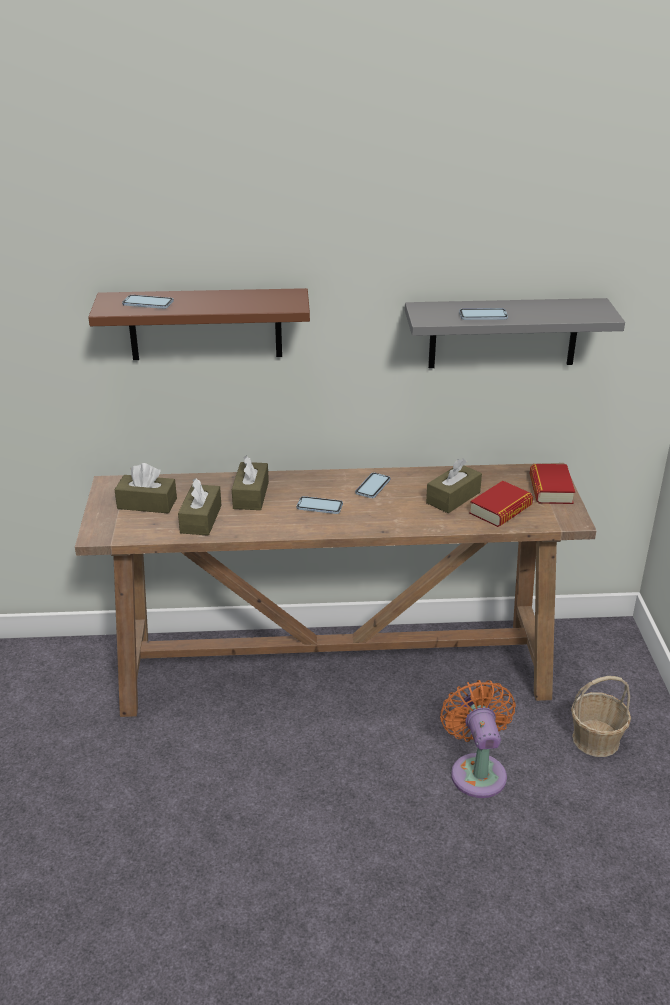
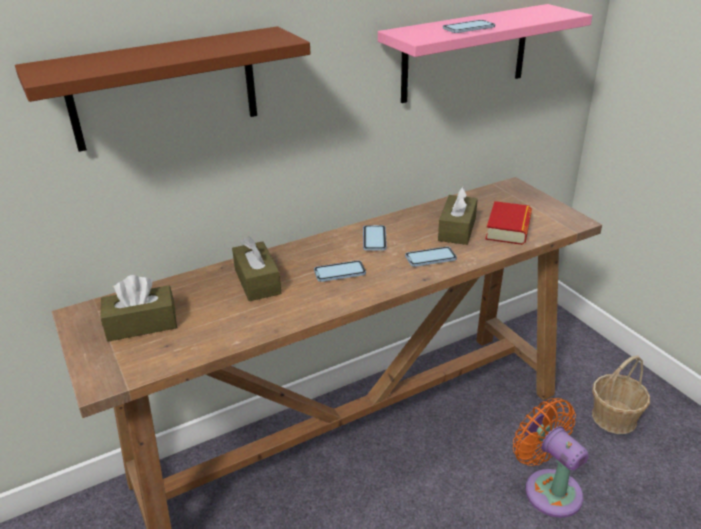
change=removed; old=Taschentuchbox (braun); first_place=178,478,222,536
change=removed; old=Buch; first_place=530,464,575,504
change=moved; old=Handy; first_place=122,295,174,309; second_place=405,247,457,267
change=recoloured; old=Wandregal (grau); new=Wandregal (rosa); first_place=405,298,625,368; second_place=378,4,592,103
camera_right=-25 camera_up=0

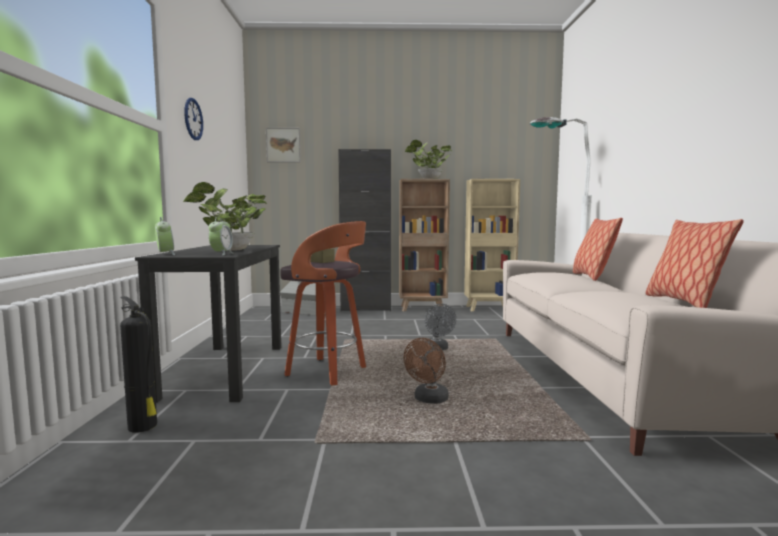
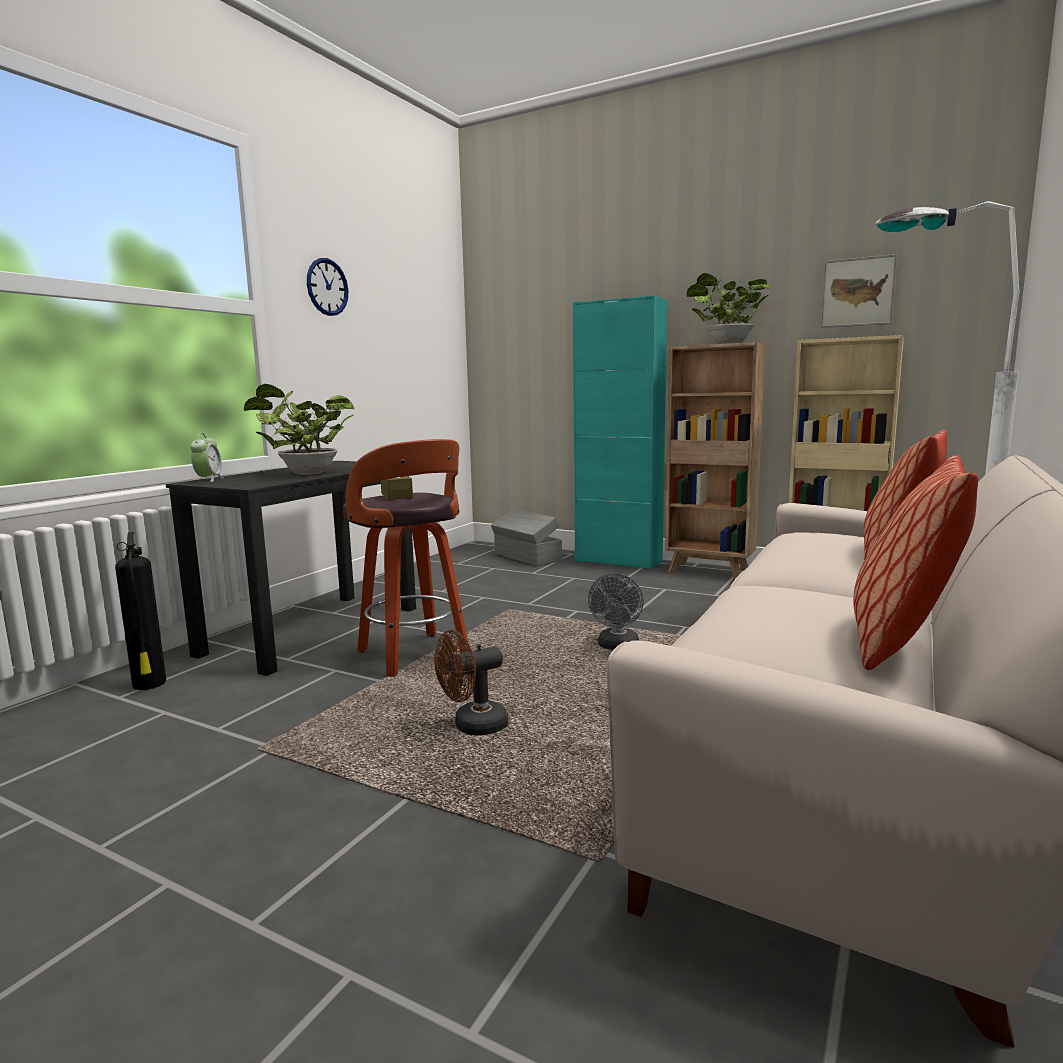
change=removed; old=Wecker; first_place=209,217,233,255
change=moved; old=Bild; first_place=266,128,301,162; second_place=821,254,897,328
change=recoloured; old=Schrank (schwarz); new=Schrank (türkis); first_place=338,149,391,311; second_place=573,296,667,570
camera_right=30 camera_up=5

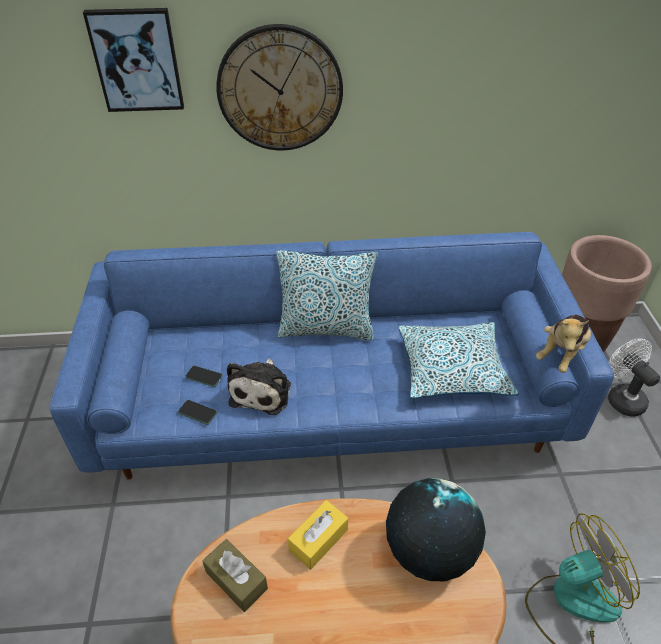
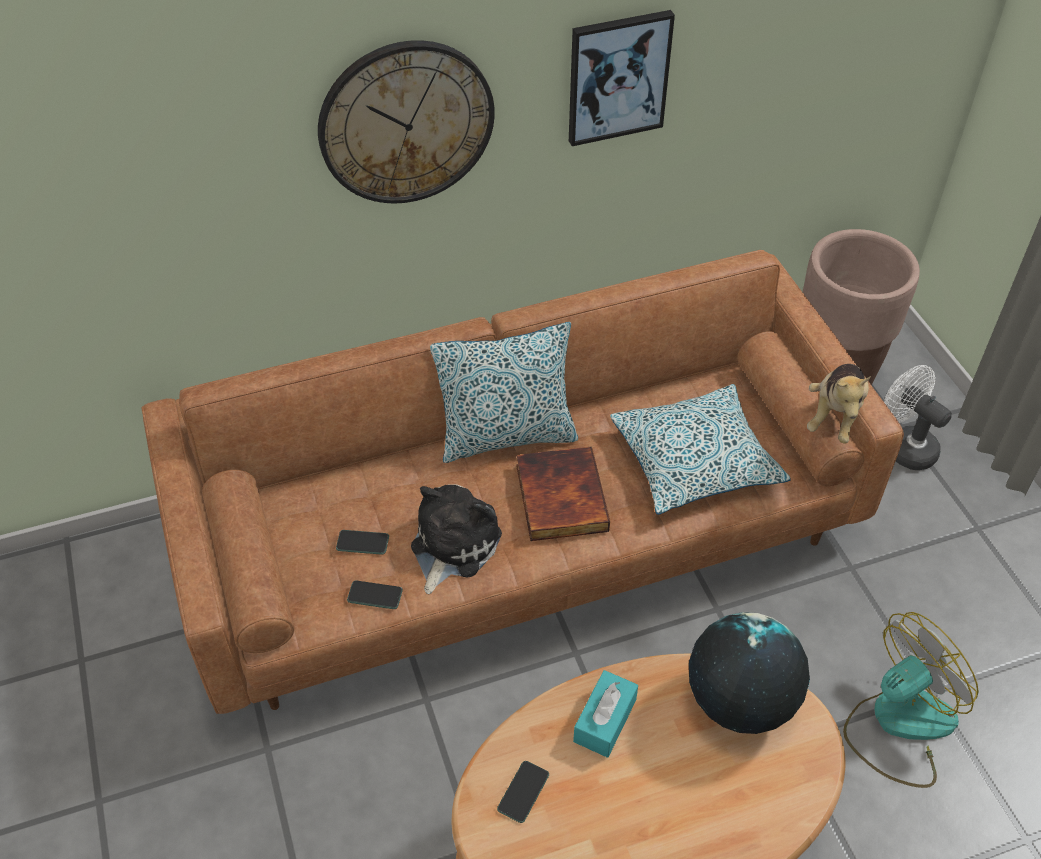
change=added; new=Buch; second_place=516,447,610,541
change=moved; old=Bild; first_place=83,8,184,112; second_place=569,10,675,146
change=replaced; old=Taschentuchbox (braun); new=Handy; first_place=202,539,268,612; second_place=497,761,549,823
change=recoloured; old=Sofa (blau); new=Sofa (braun); first_place=50,232,614,480; second_place=141,250,904,714
change=recoloured; old=Taschentuchbox (gelb); new=Taschentuchbox (türkis); first_place=288,500,348,570; second_place=573,670,638,758
change=turned; old=Plüschtier; first_place=227,359,291,415; second_place=411,484,502,594; degrees=-150
camera_right=-15 camera_up=5

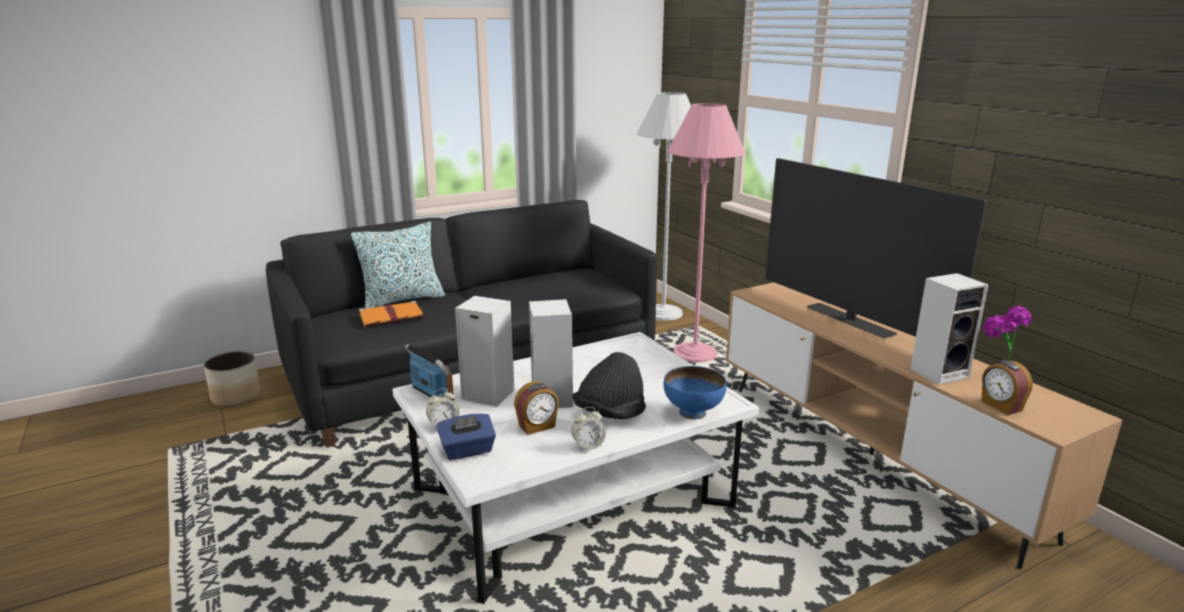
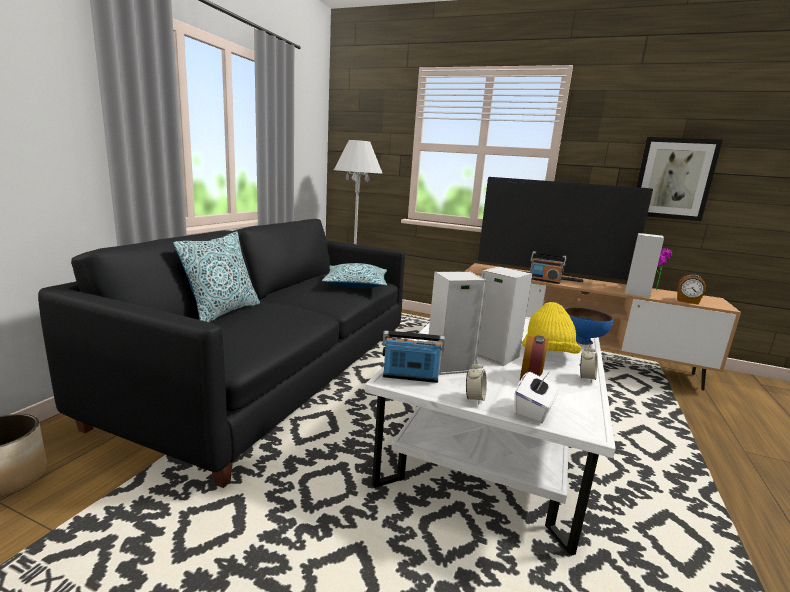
change=removed; old=Buch (orange); first_place=359,301,423,327
change=removed; old=Stehlampe (rosa); first_place=668,103,745,363
change=added; new=Kissen; second_place=322,263,387,288
change=added; new=Radio; second_place=530,251,567,284
change=added; new=Bild; second_place=636,137,723,221
change=recoloured; old=Taschentuchbox (blau); new=Taschentuchbox (weiß); first_place=436,413,496,460; second_place=514,372,559,424
change=recoloured; old=Hut (schwarz); new=Hut (gelb); first_place=573,352,646,419; second_place=522,302,581,354
camera_right=-40 camera_up=-5

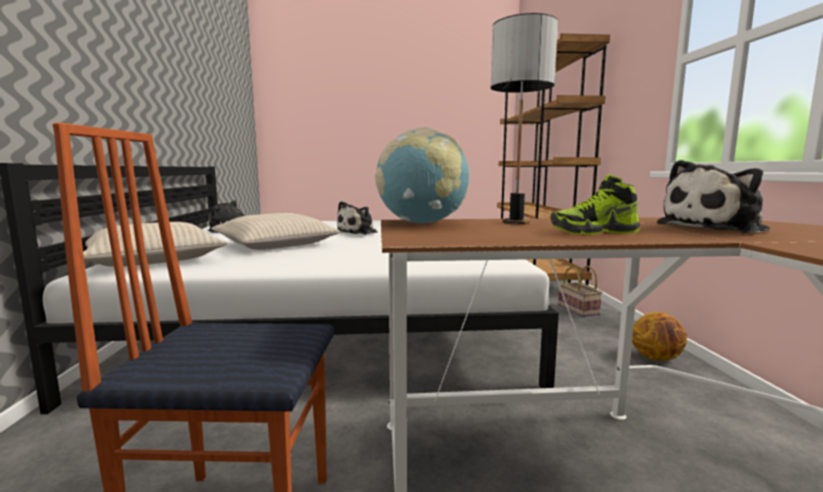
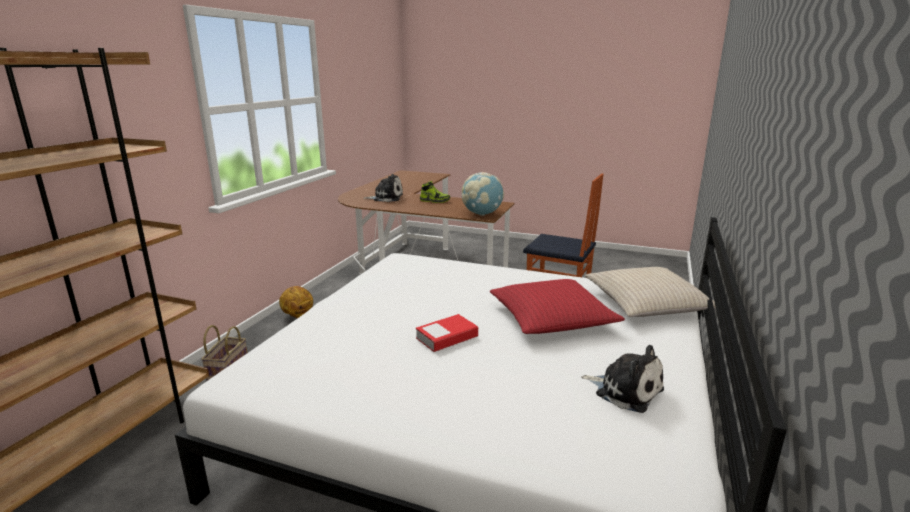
change=removed; old=Tischlampe; first_place=491,13,558,224
change=replaced; old=Plüschtier; new=Buch; first_place=337,201,378,235; second_place=416,314,478,352
change=recoloured; old=Kissen (beige); new=Kissen (rot); first_place=211,213,340,250; second_place=490,279,625,334
camera_right=-155 camera_up=10

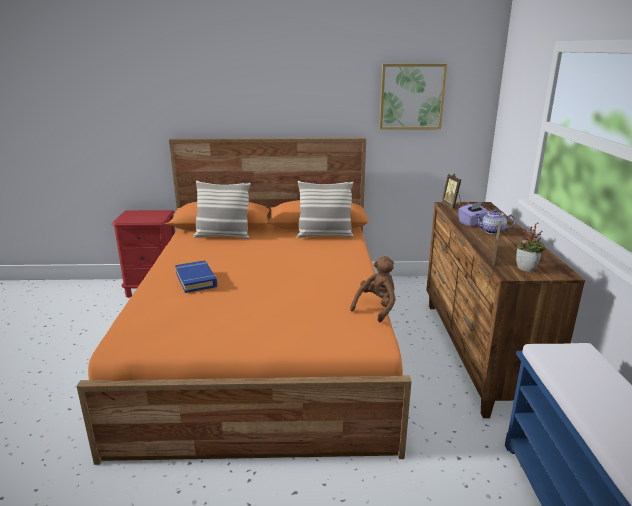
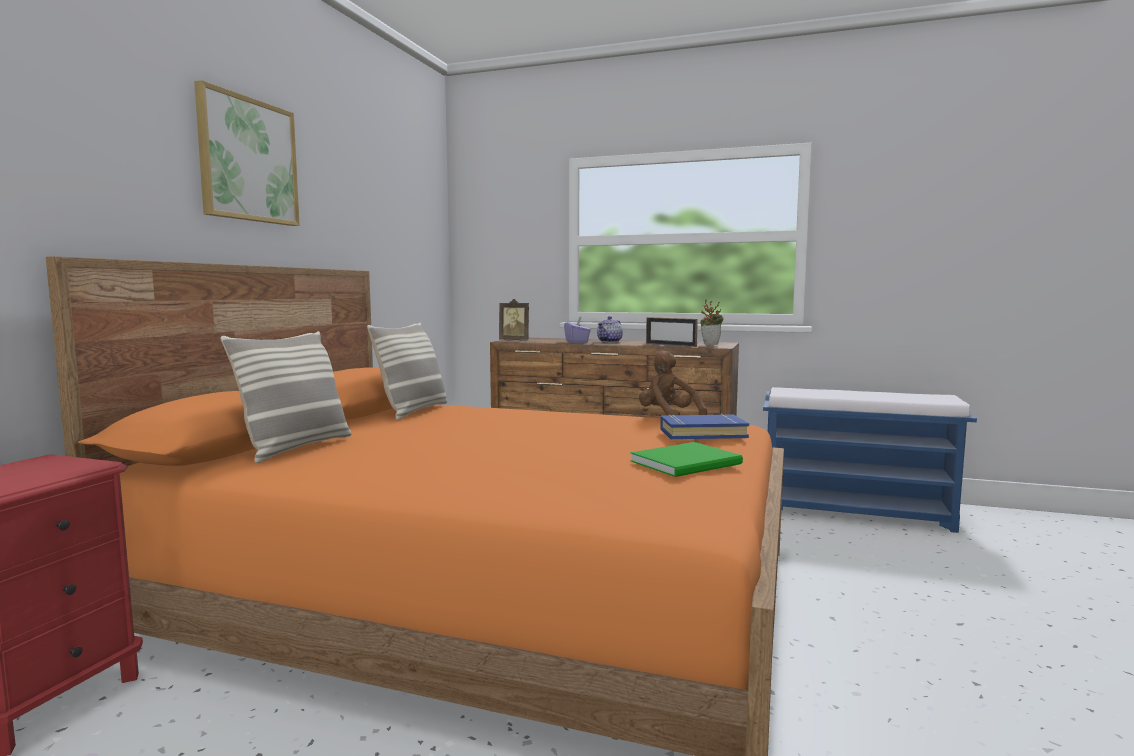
change=added; new=Buch (grün); second_place=630,442,743,477
change=moved; old=Buch (blau); first_place=175,261,217,293; second_place=660,414,749,440
change=moved; old=Bild; first_place=379,64,447,130; second_place=194,80,300,226
camera_right=-70 camera_up=-15

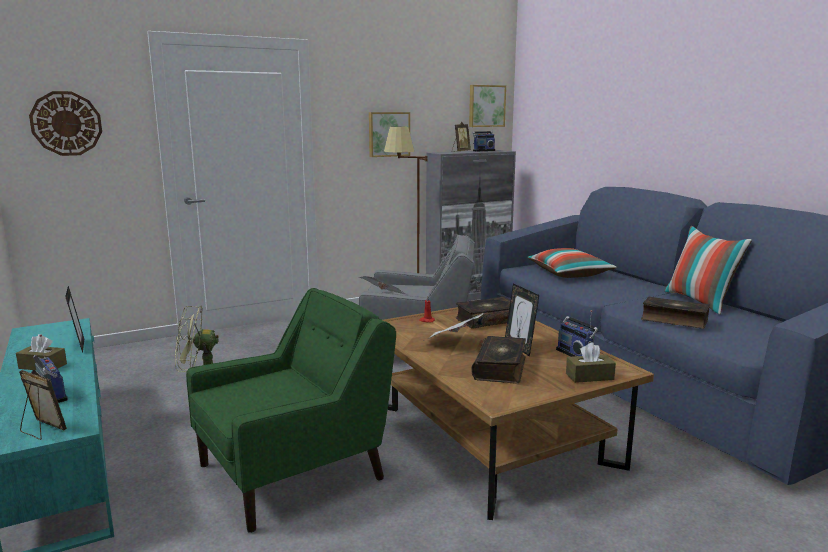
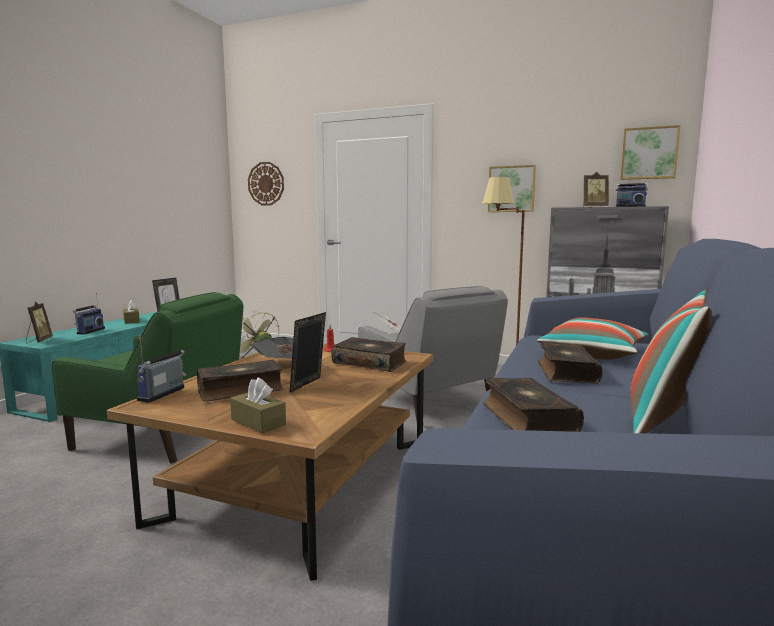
change=added; new=Buch; second_place=538,342,603,384
change=moved; old=Radio; first_place=556,310,598,357; second_place=137,337,186,403
camera_right=50 camera_up=-5

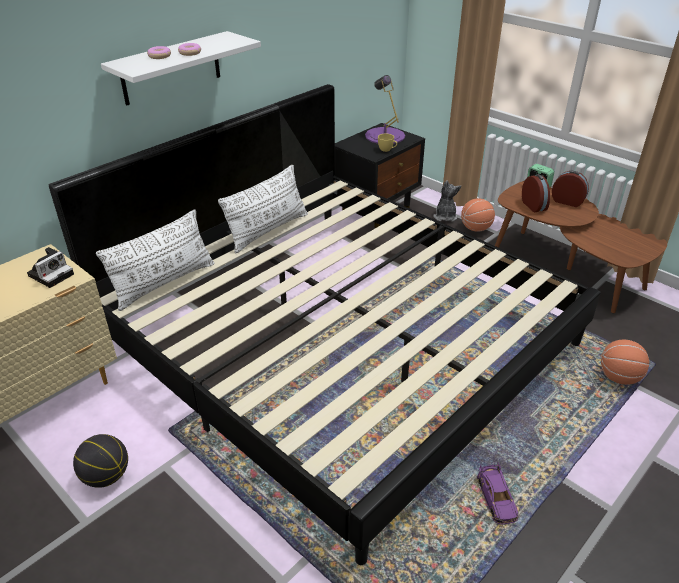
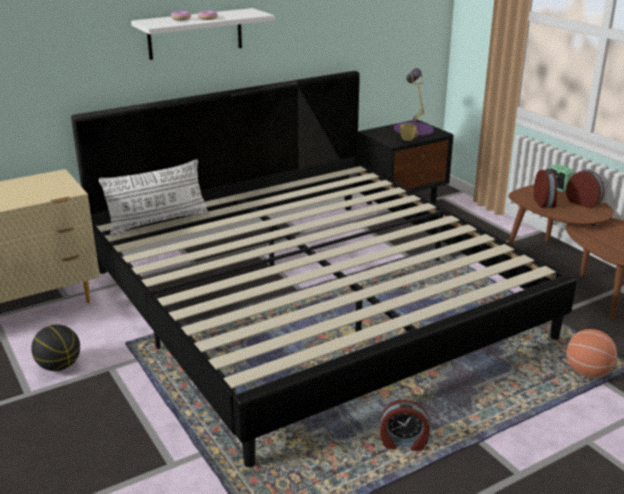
change=removed; old=Kamera; first_place=27,247,74,288
change=removed; old=Kissen (weiß); first_place=218,165,308,253
change=removed; old=Plüschtier; first_place=433,180,461,221
change=removed; old=Basketball; first_place=461,198,495,232
change=replaced; old=Spielzeugauto (lila); new=Wecker; first_place=477,462,519,525; second_place=380,400,430,451
camera_right=15 camera_up=-10

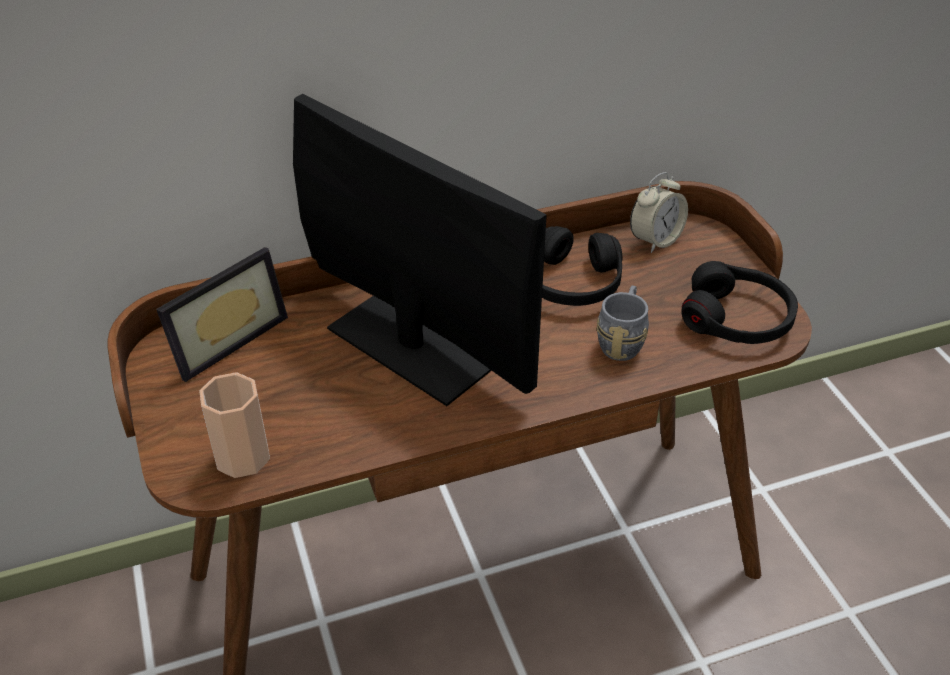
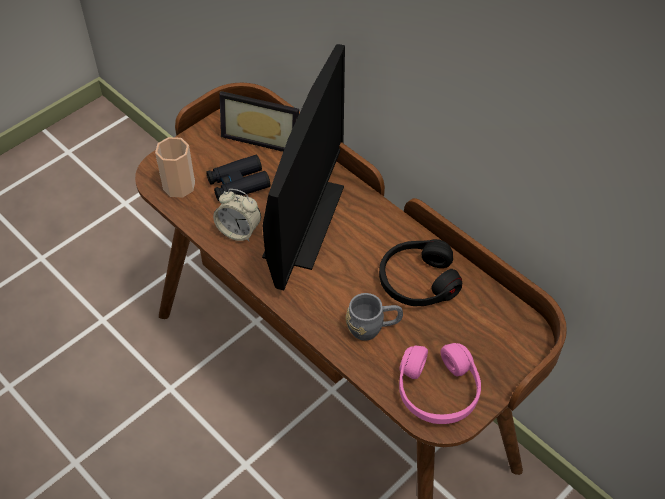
change=added; new=Fernglas (schwarz); second_place=206,155,271,201
change=moved; old=Wecker; first_place=630,172,688,253; second_place=213,189,261,242
change=recoloured; old=Kopfhörer (schwarz); new=Kopfhörer (rosa); first_place=681,261,798,344; second_place=399,343,481,424
camera_right=65 camera_up=10

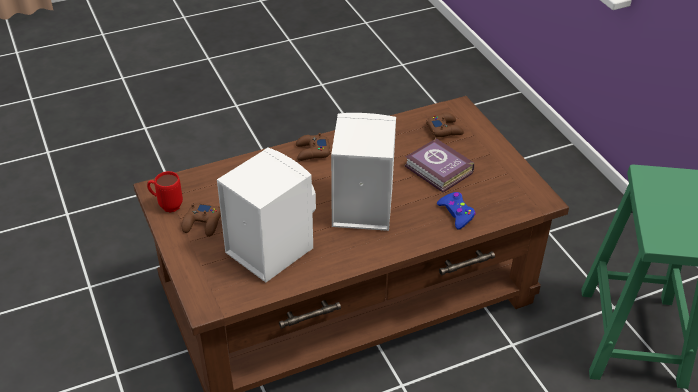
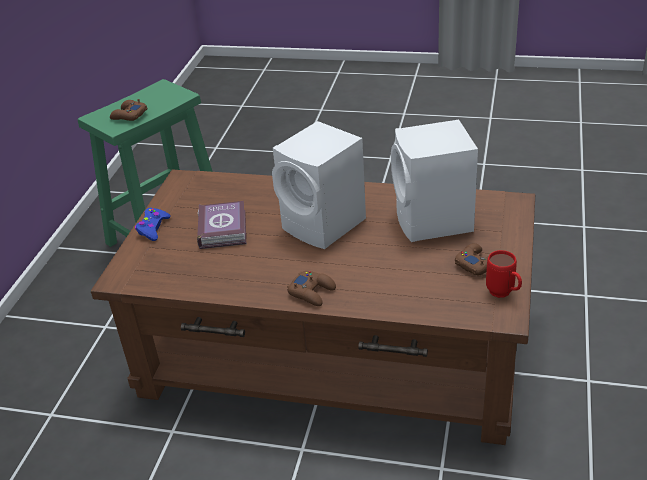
change=moved; old=Gamepad (braun); first_place=426,113,464,137; second_place=110,99,147,121
change=moved; old=Gamepad (blau); first_place=437,192,476,230; second_place=135,208,171,241
camera_right=-140 camera_up=-5

